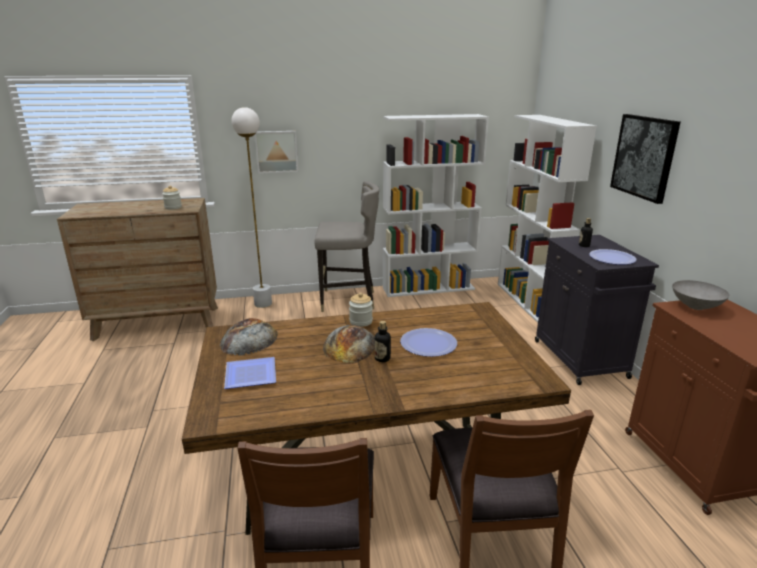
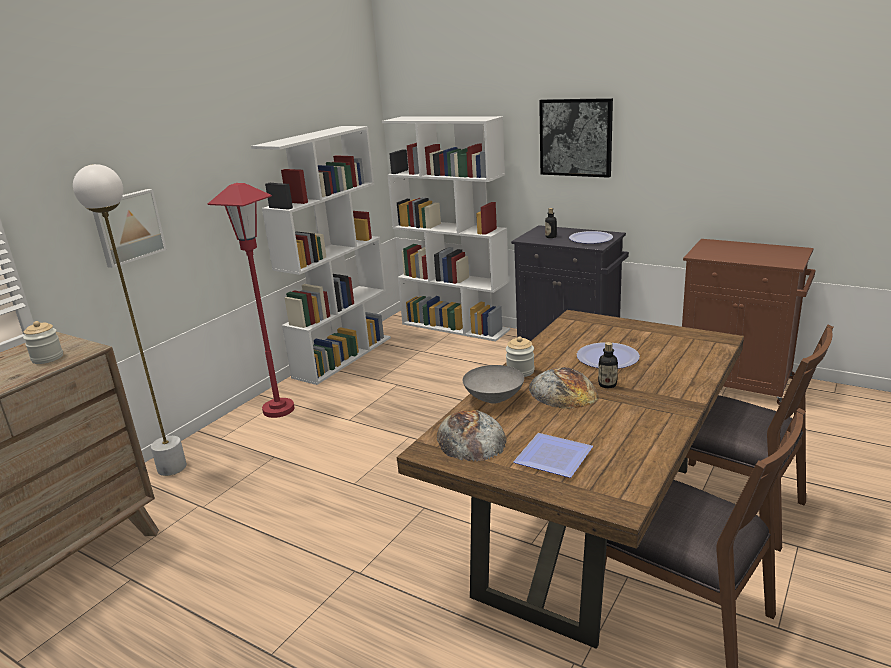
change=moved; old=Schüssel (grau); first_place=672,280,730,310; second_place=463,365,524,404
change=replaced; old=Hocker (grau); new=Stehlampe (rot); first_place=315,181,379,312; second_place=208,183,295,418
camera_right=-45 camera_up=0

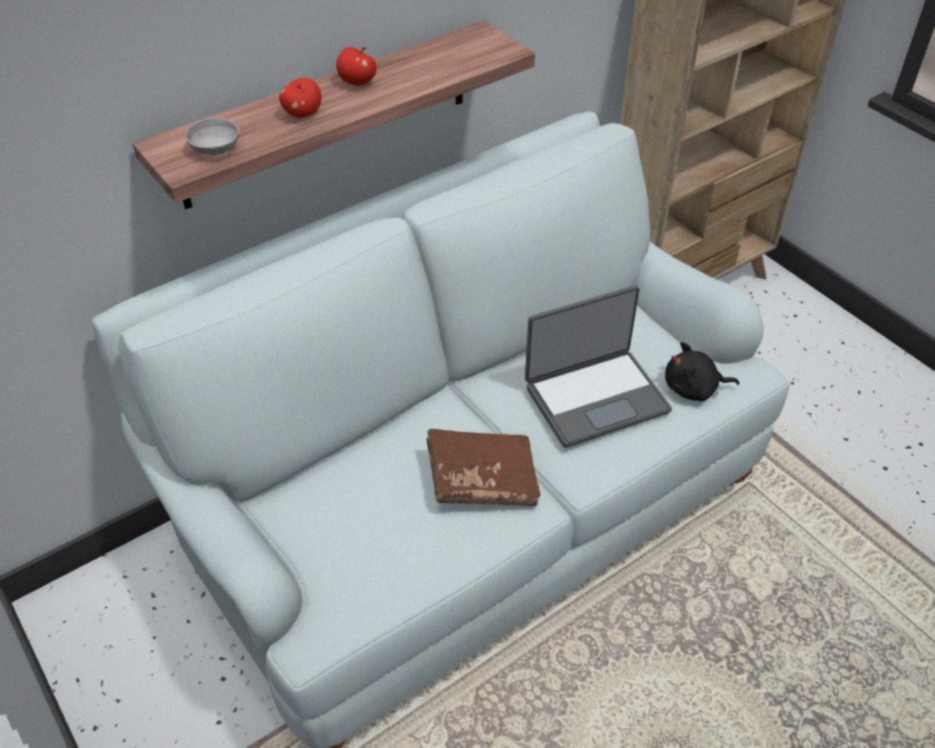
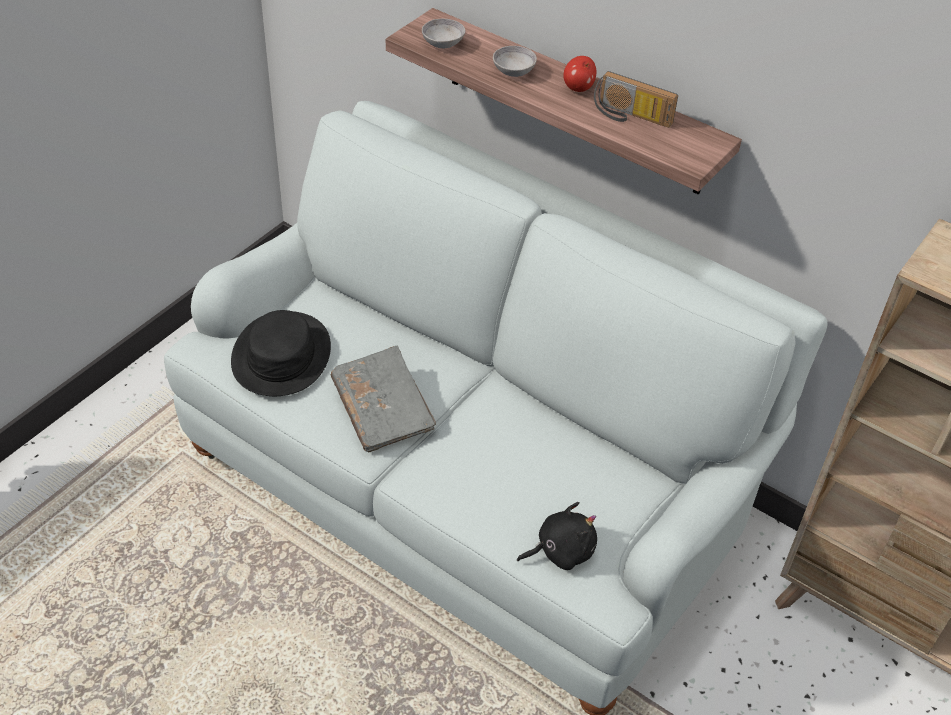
change=removed; old=Laptop; first_place=525,286,672,447
change=added; new=Hut (schwarz); second_place=231,310,331,396
change=added; new=Radio; second_place=594,71,678,128
change=replaced; old=Apfel; new=Schüssel (grau); first_place=279,78,322,118; second_place=493,46,537,77
change=recoloured; old=Buch (braun); new=Buch (grau); first_place=427,429,541,506; second_place=330,345,436,453
change=turned; old=Plüschtier (schwarz); first_place=665,342,739,401; second_place=517,502,597,570; degrees=90
camera_right=70 camera_up=0

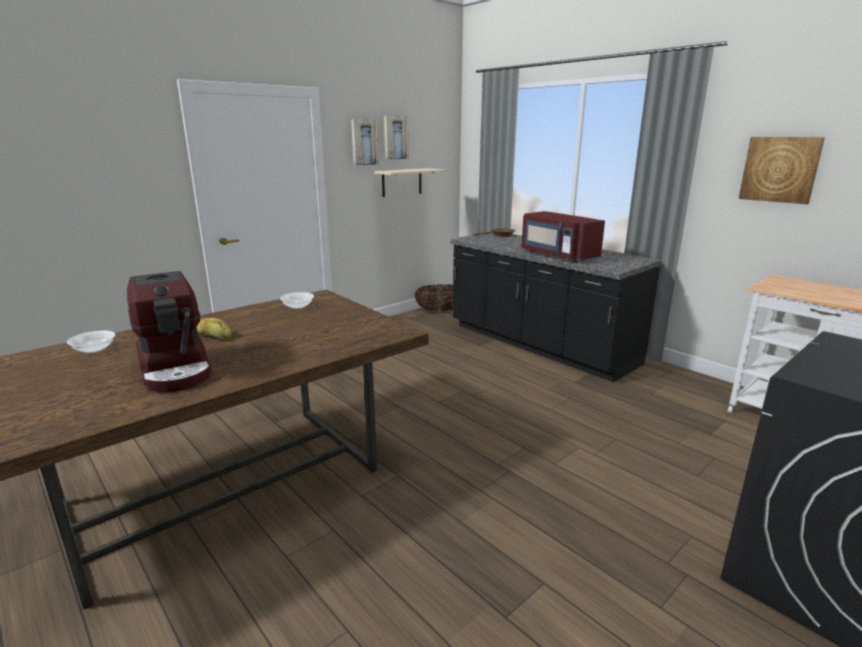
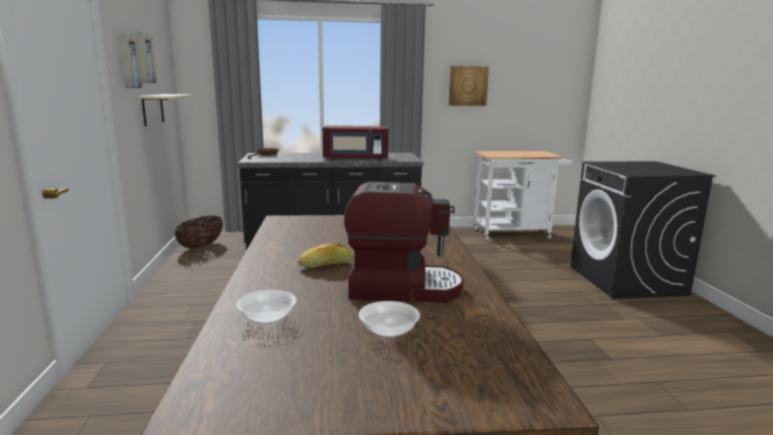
change=moved; old=Schüssel; first_place=280,292,314,309; second_place=359,301,420,338
camera_right=-55 camera_up=-5

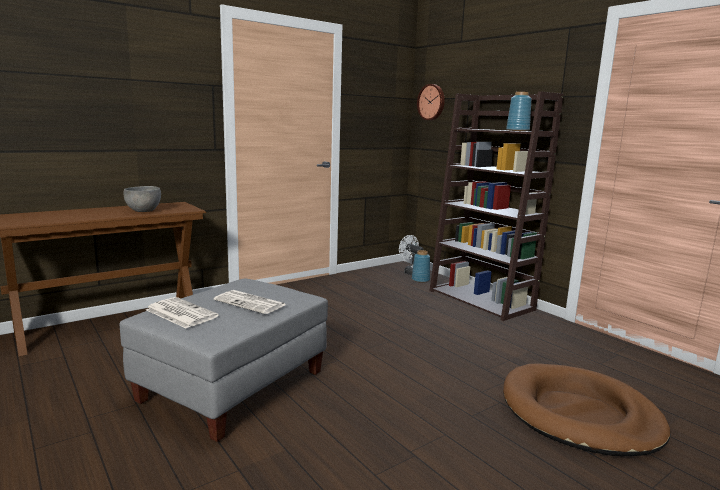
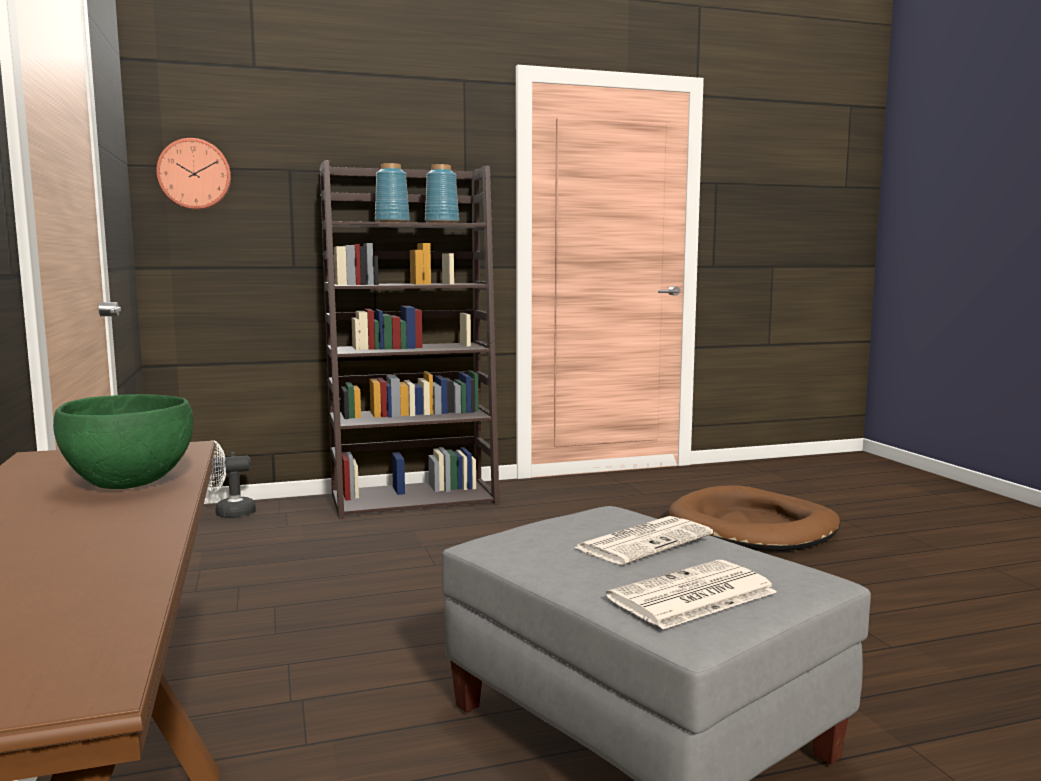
change=moved; old=Vase (blau); first_place=412,250,430,283; second_place=375,163,410,222
change=recoloured; old=Schüssel (grau); new=Schüssel (grün); first_place=123,186,161,212; second_place=53,394,193,489
camera_right=-70 camera_up=-5

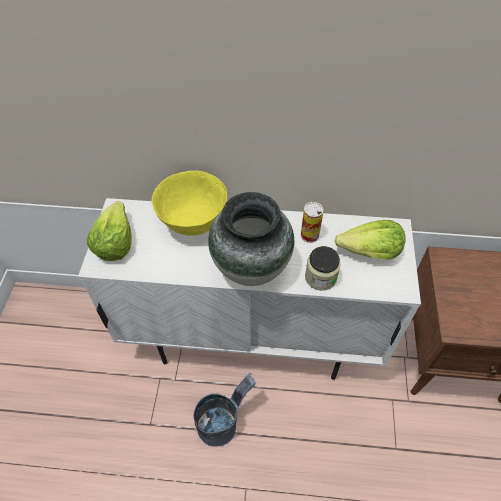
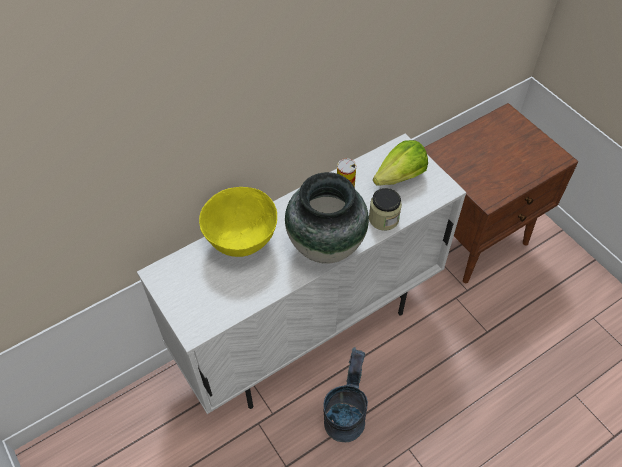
change=removed; old=Salatkopf; first_place=87,201,132,261
camera_right=-40 camera_up=0

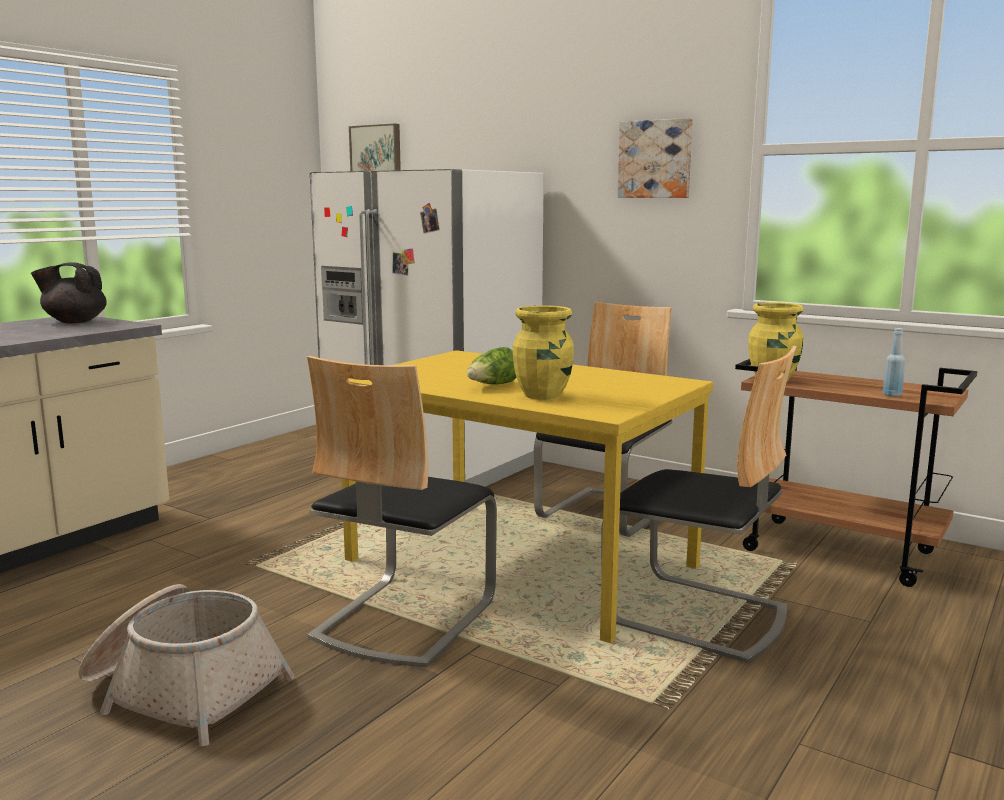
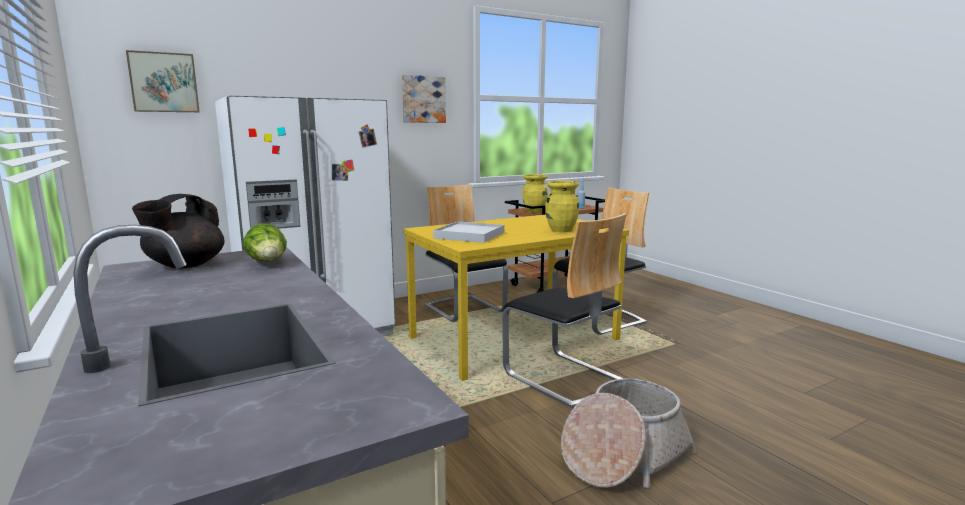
change=added; new=Tablett (weiß); second_place=433,221,504,243
change=moved; old=Salatkopf; first_place=467,347,517,385; second_place=243,223,287,262
camera_right=-65 camera_up=0

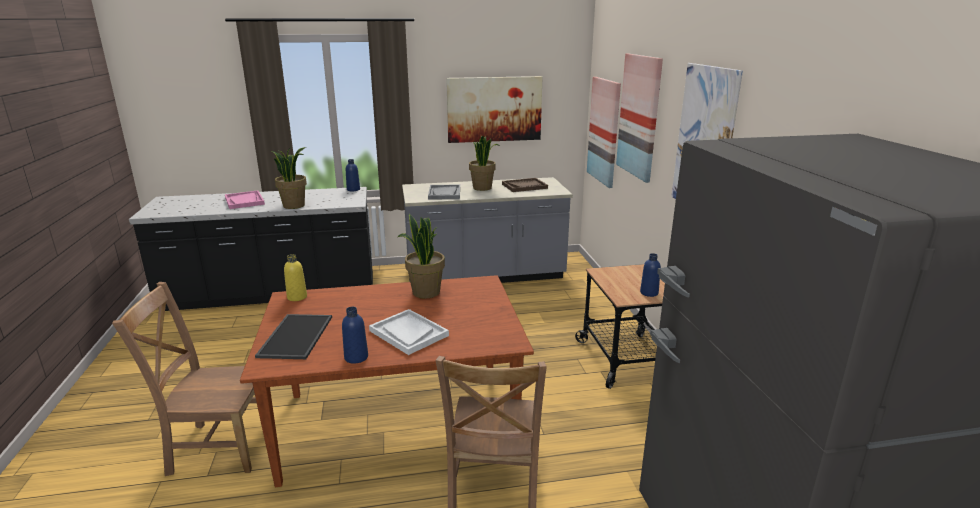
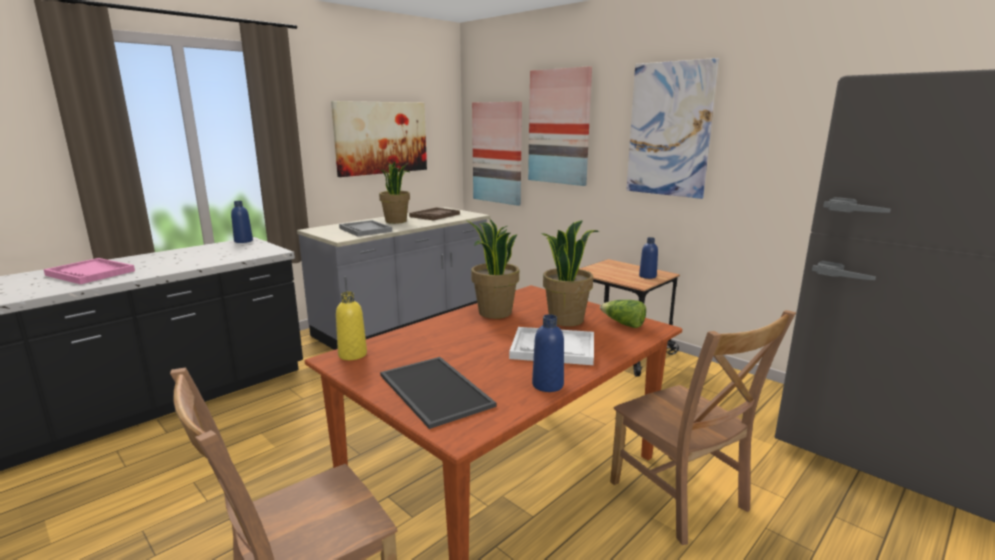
change=added; new=Salatkopf; second_place=600,300,646,328
change=moved; old=Topfpflanze; first_place=272,147,307,209; second_place=540,220,599,326
camera_right=-35 camera_up=-5

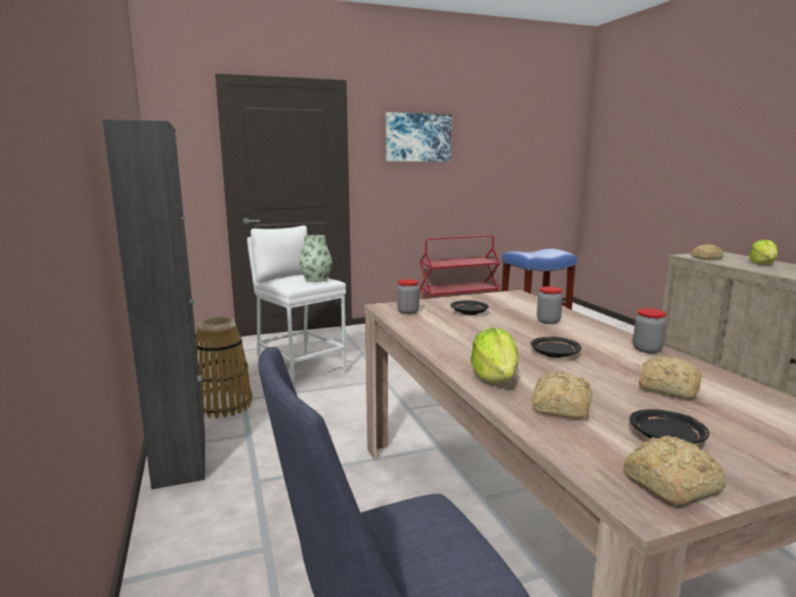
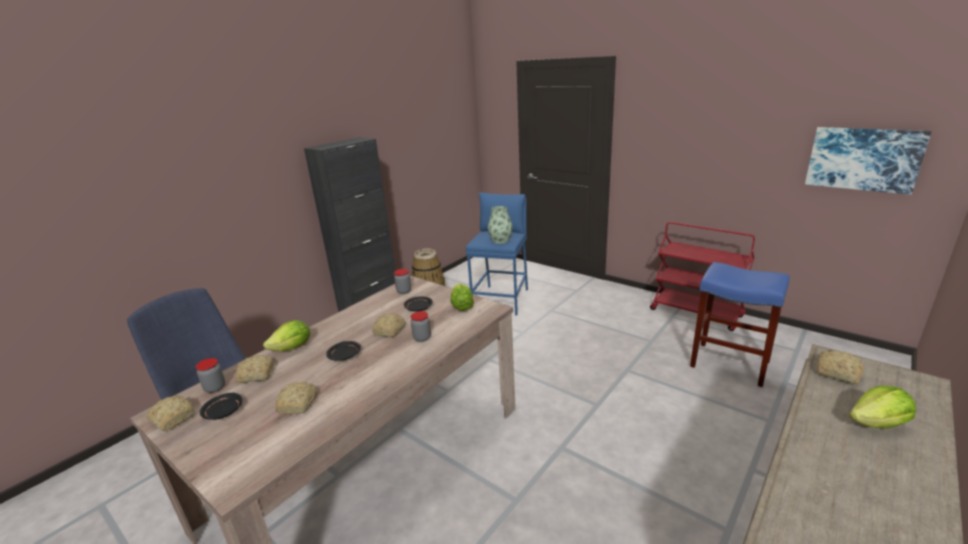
change=added; new=Brot; second_place=372,313,406,337
change=added; new=Salatkopf; second_place=450,283,474,311
change=moved; old=Bild; first_place=386,112,452,161; second_place=805,127,931,195
change=moved; old=Vorratsglas; first_place=633,308,666,353; second_place=196,358,225,393
change=recoloured; old=Hocker (weiß); new=Hocker (blau); first_place=247,226,347,388; second_place=466,192,528,315
camera_right=60 camera_up=10

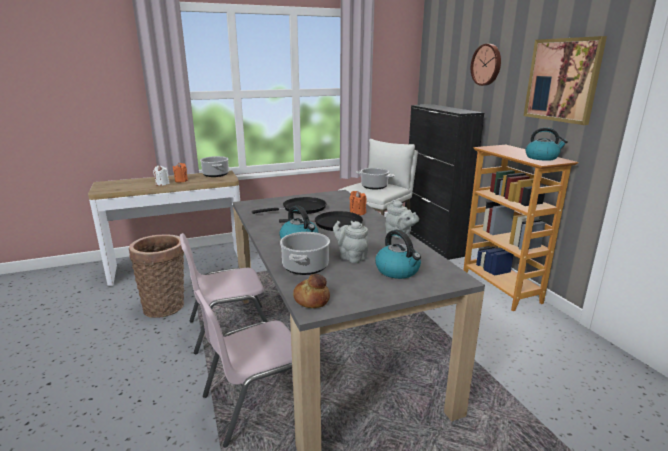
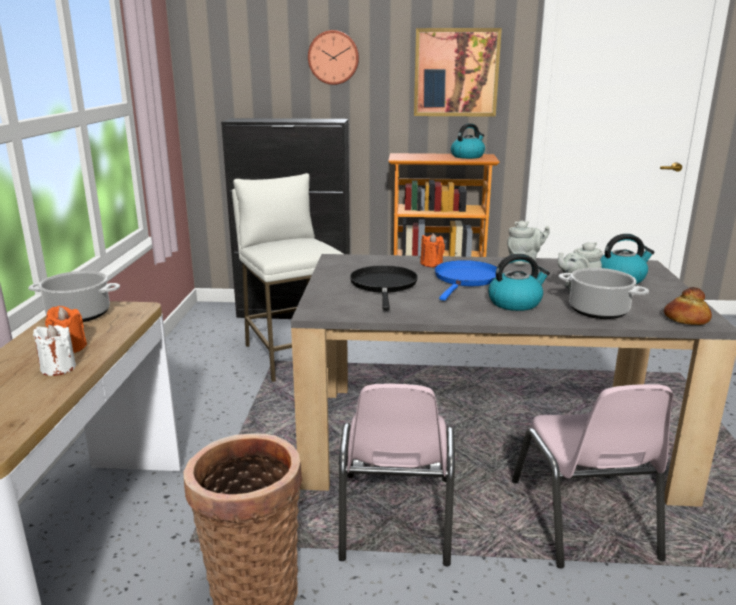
change=removed; old=Kochtopf; first_place=356,168,395,190
change=recoloured; old=Pfanne (schwarz); new=Pfanne (blau); first_place=279,211,363,231; second_place=434,260,497,301
camera_right=-65 camera_up=0

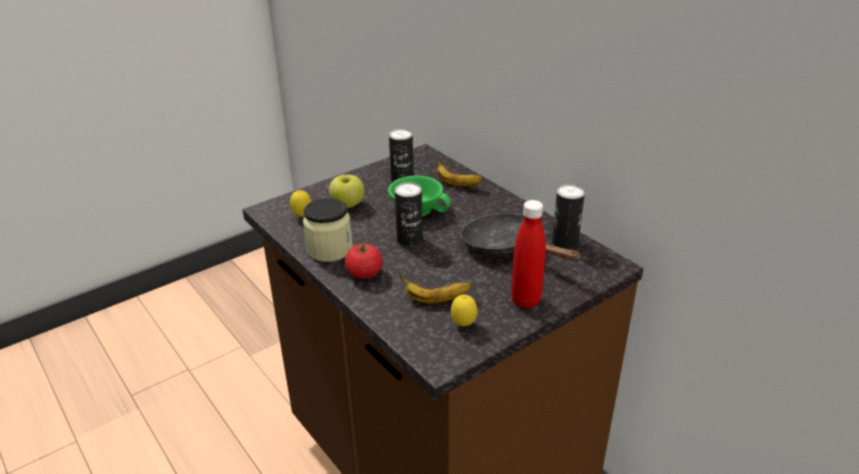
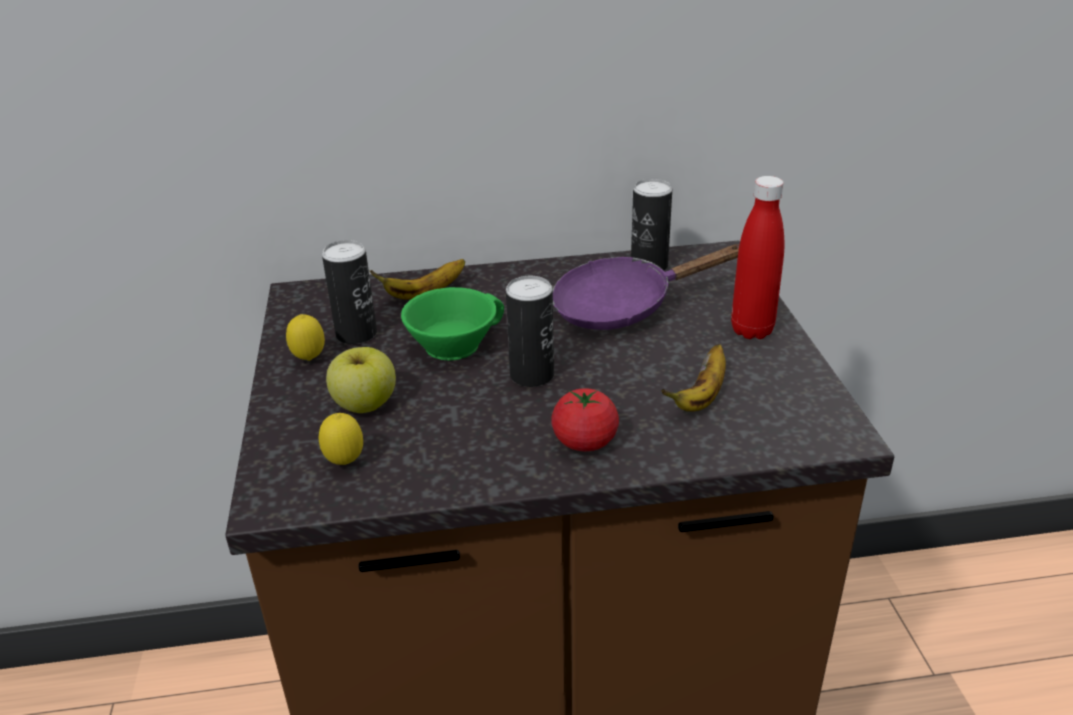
change=removed; old=Vorratsglas; first_place=303,198,353,262
change=moved; old=Zitrone; first_place=451,295,477,326; second_place=286,314,325,361
change=recoloured; old=Pfanne (schwarz); new=Pfanne (lila); first_place=461,213,581,261; second_place=553,244,739,330
camera_right=-60 camera_up=0

